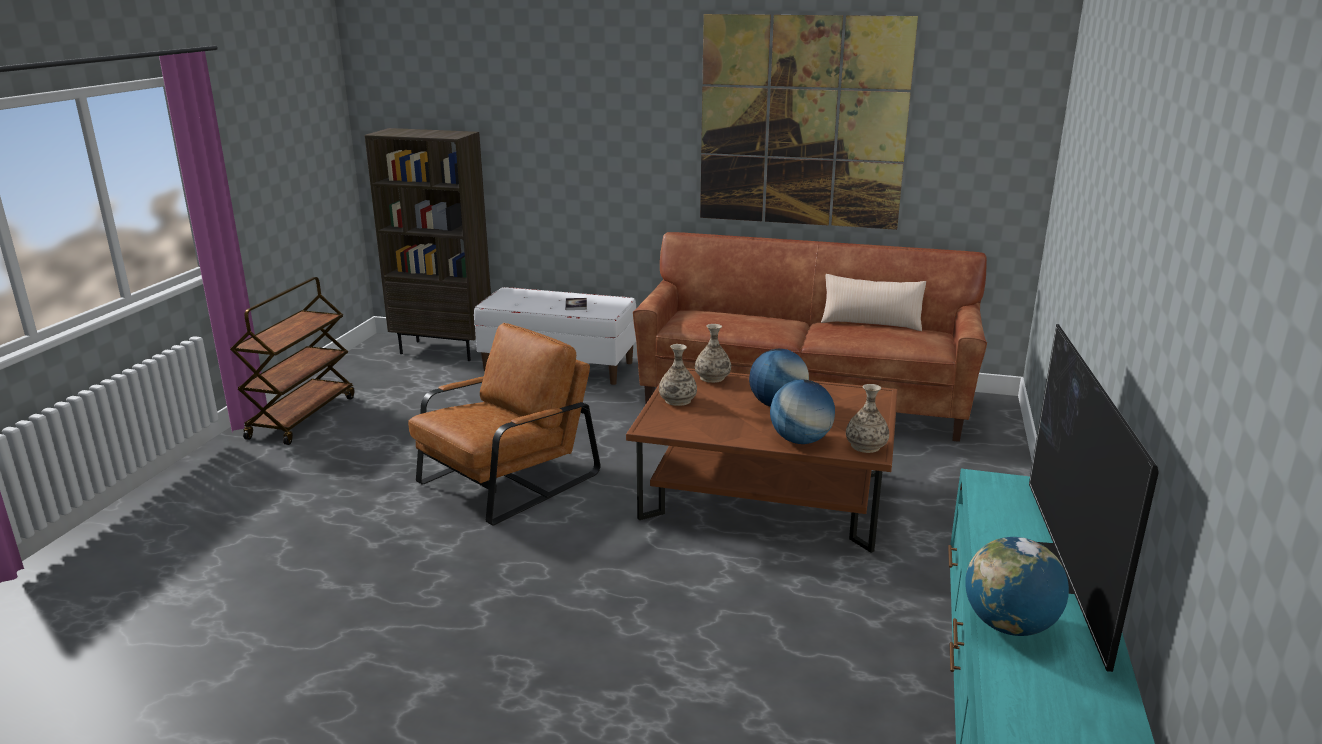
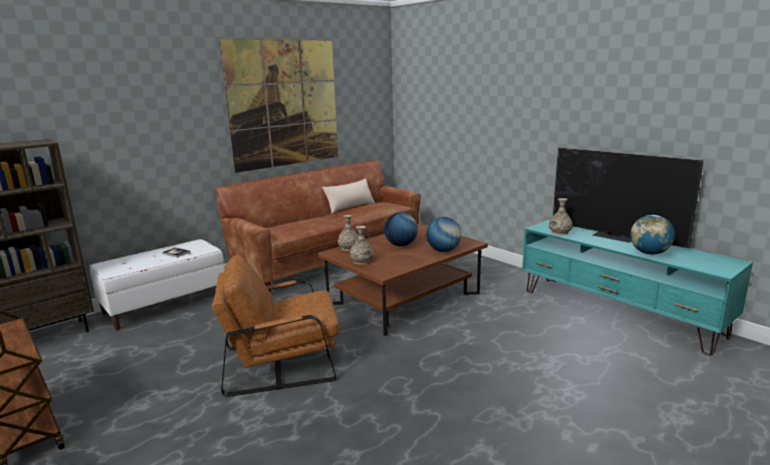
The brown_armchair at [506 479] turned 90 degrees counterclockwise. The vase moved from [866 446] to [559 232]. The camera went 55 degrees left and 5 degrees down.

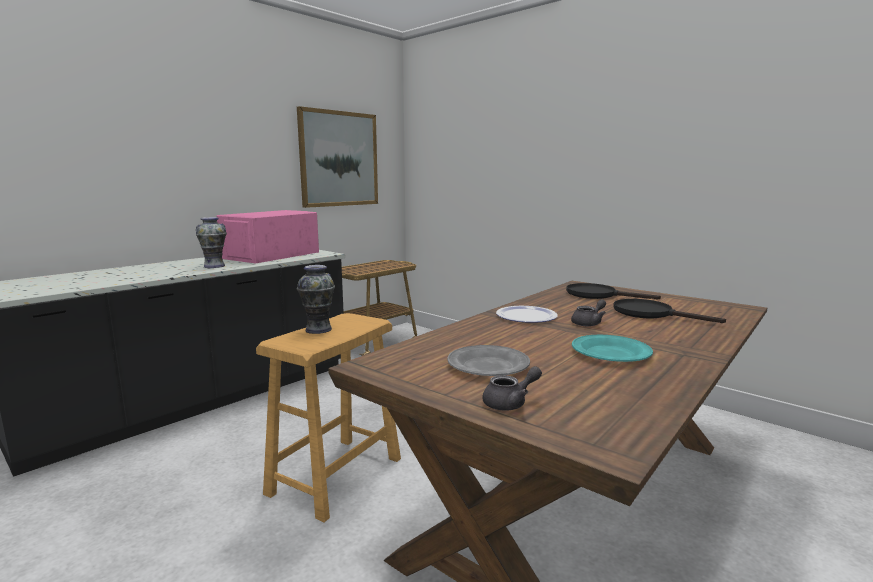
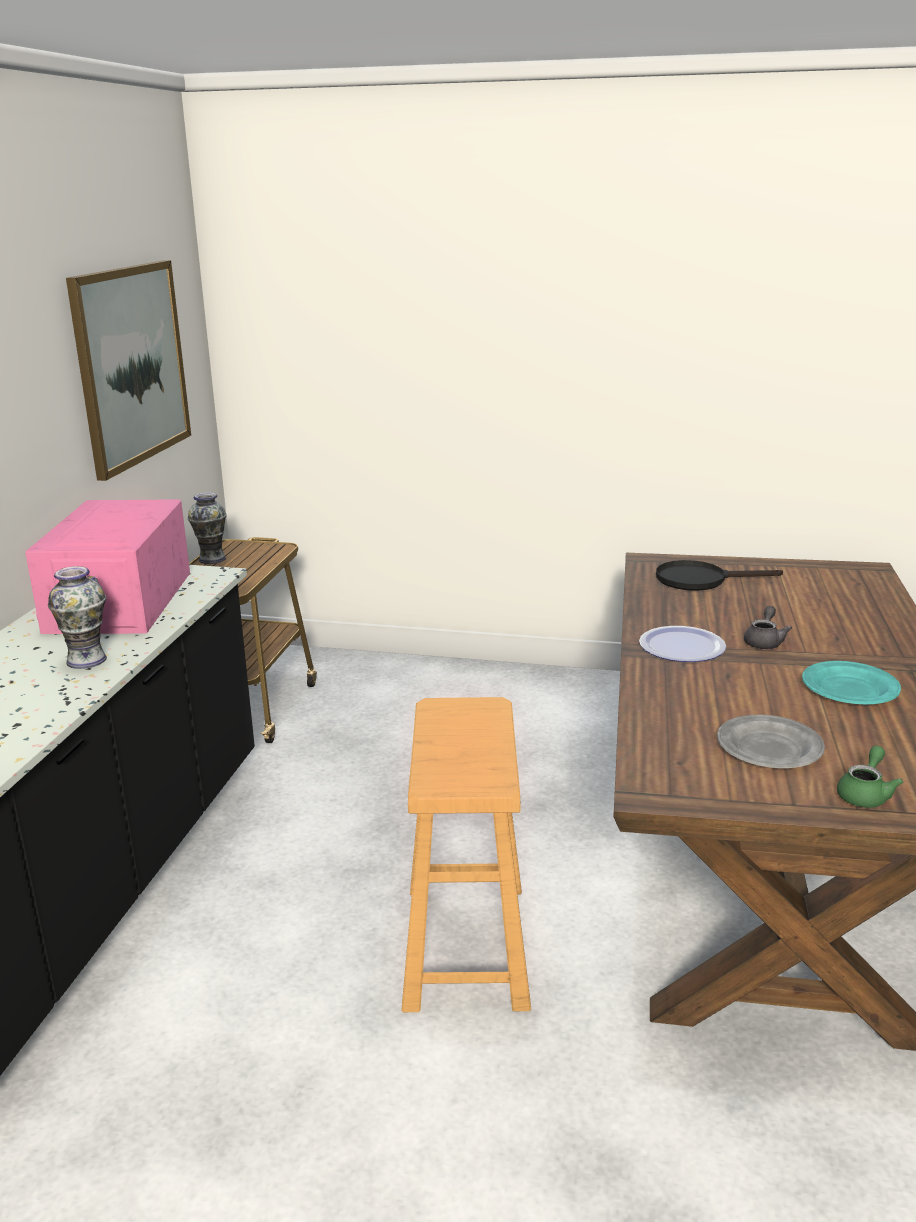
The vase moved from [318 329] to [212 559]. The grey_teapot at [510 403] became the green_teapot at [865 794]. The black_frying_pan at [651 313] disappeared. The camera went 30 degrees left and 10 degrees up.

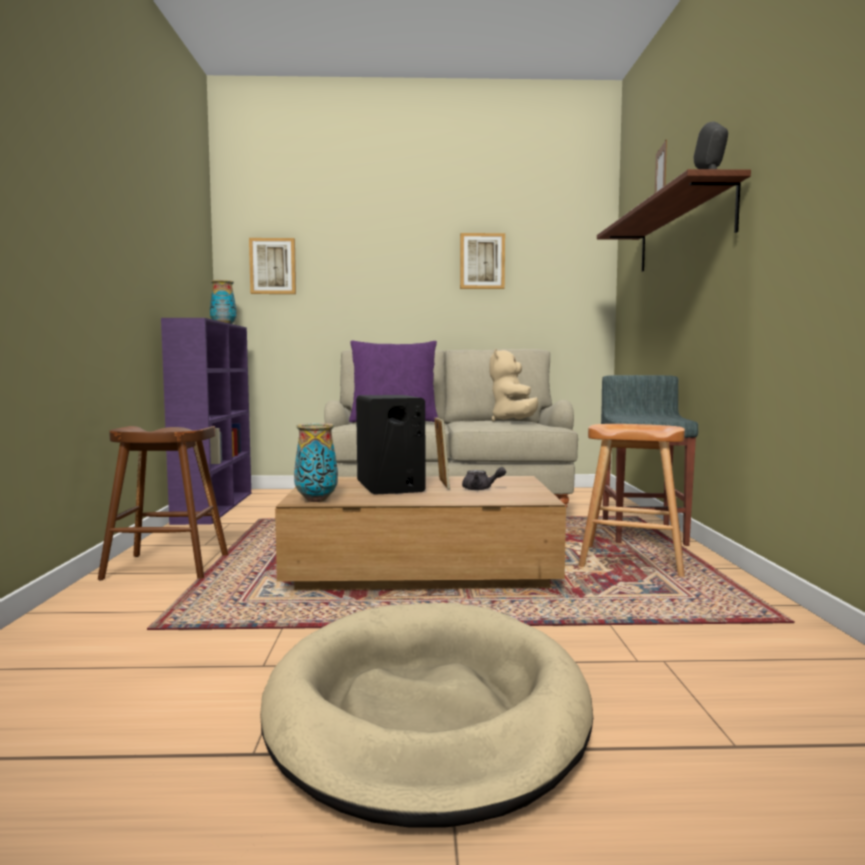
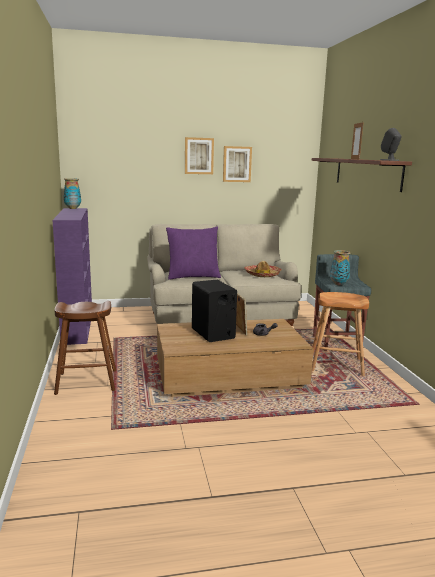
The picture moved from [273 266] to [199 156]. The beige_plush_toy at [514 421] was replaced by the hat at [262 275]. The vase moved from [316 500] to [338 284]. The beige_dog_bed at [427 712] disappeared. The camera went 10 degrees left and 10 degrees up.

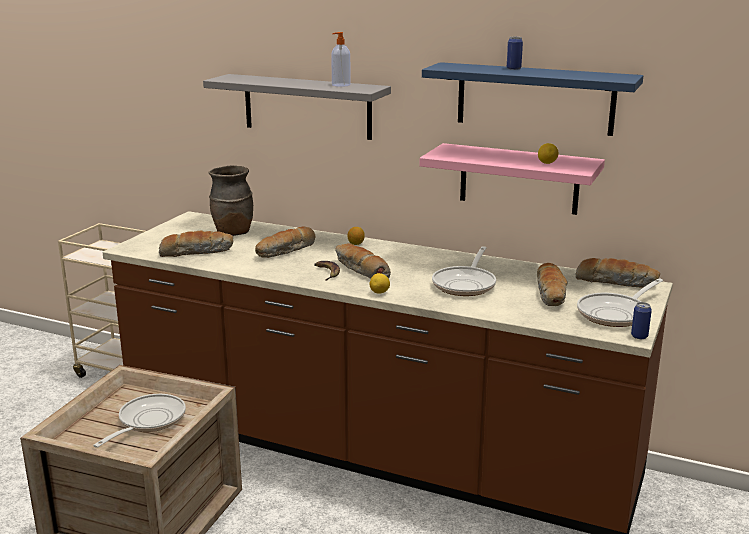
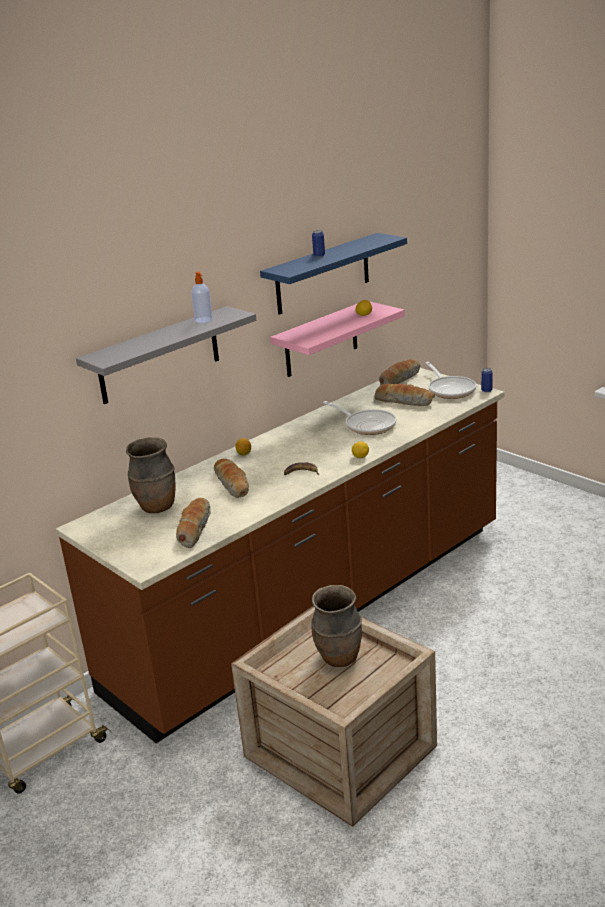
The frying_pan at [148 421] was replaced by the brown_vase at [339 658]. The bread at [360 270] disappeared. The camera went 65 degrees left and 5 degrees up.

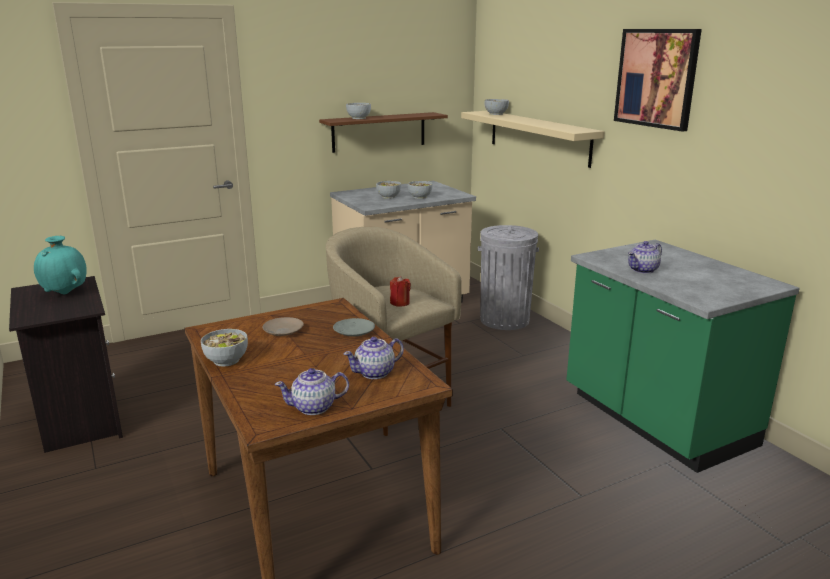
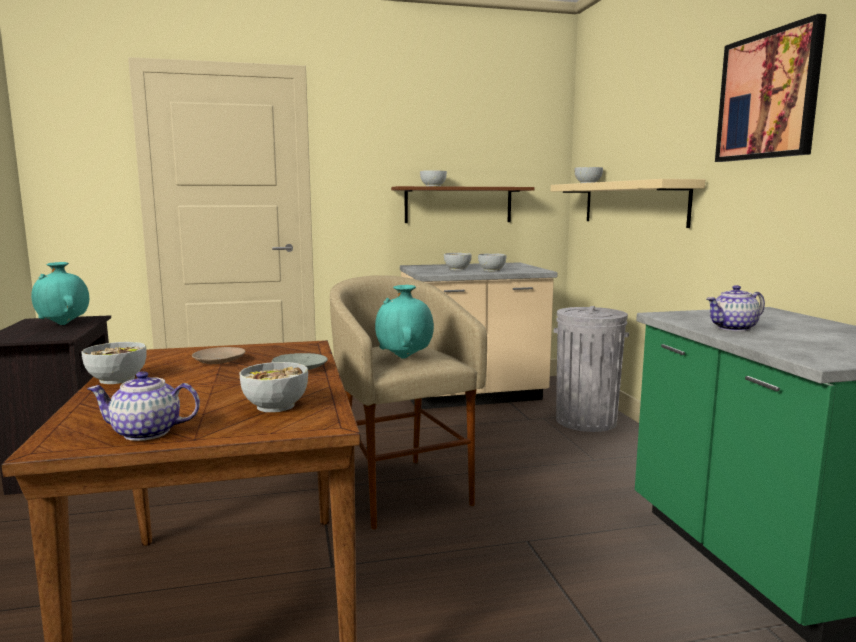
The teapot at [375 373] was replaced by the bowl at [275 406]. The red_candle at [399 303] was replaced by the turquoise_vase at [404 358]. The camera went 15 degrees right and 10 degrees down.

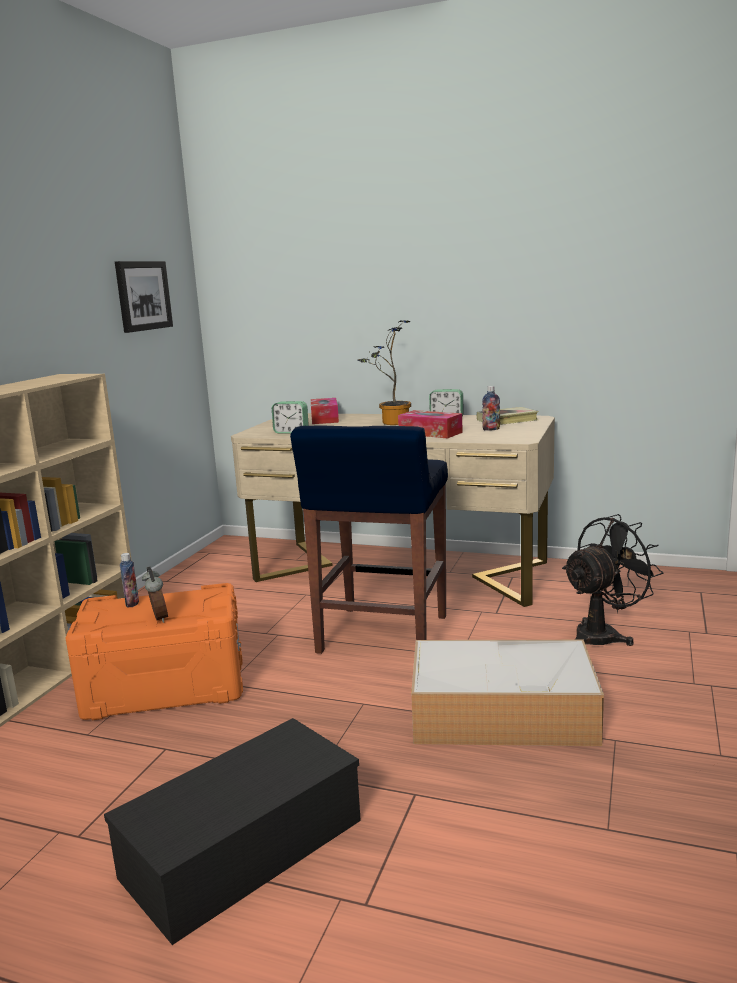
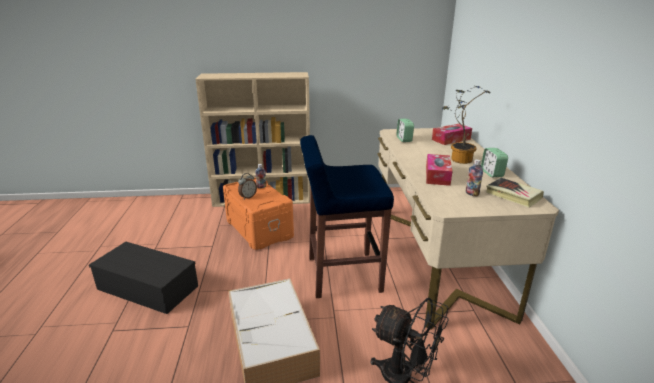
The picture at [143 295] disappeared. The camera went 65 degrees right and 10 degrees up.

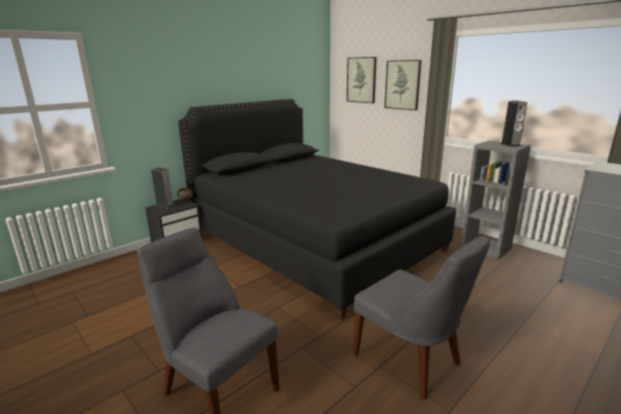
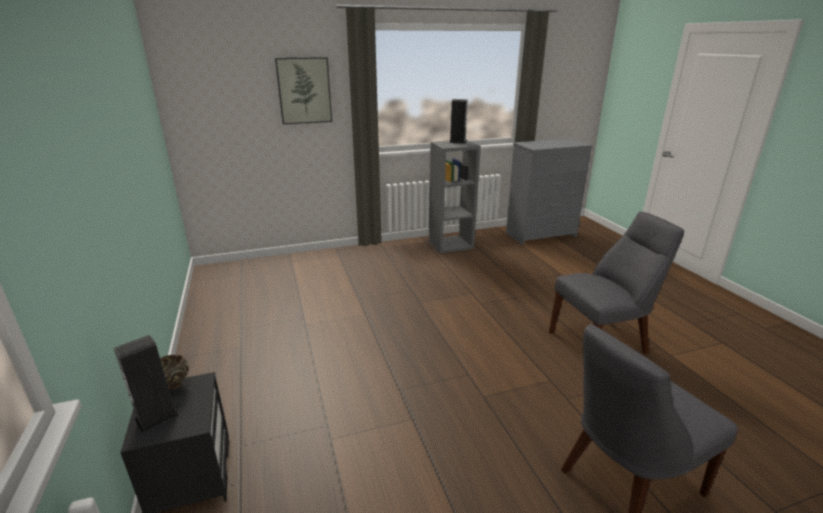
The black_bed at [313 241] disappeared. The picture at [361 80] disappeared. The camera went 65 degrees left and 5 degrees up.

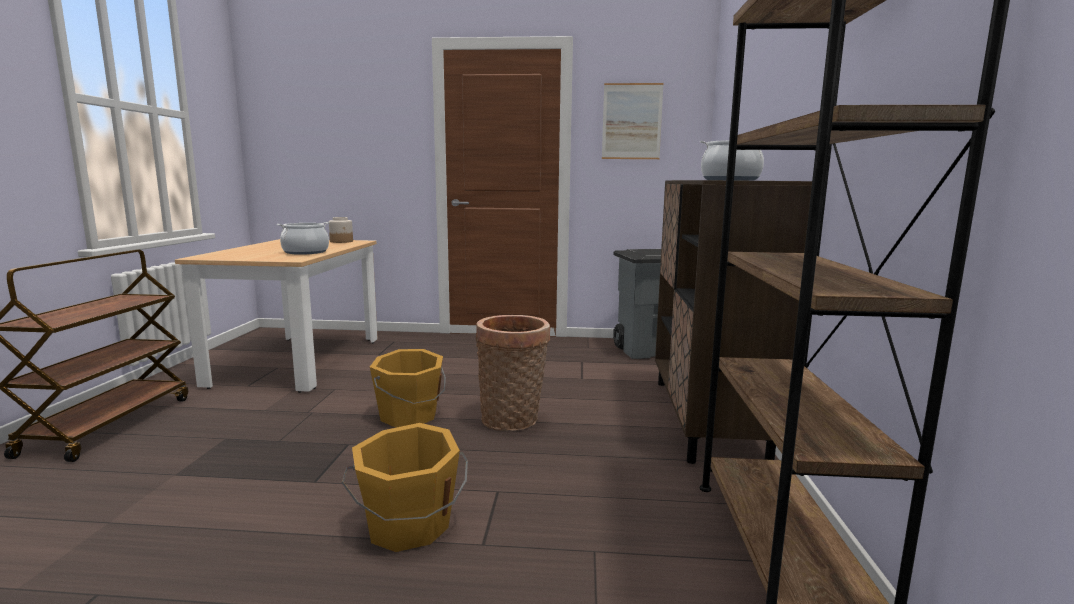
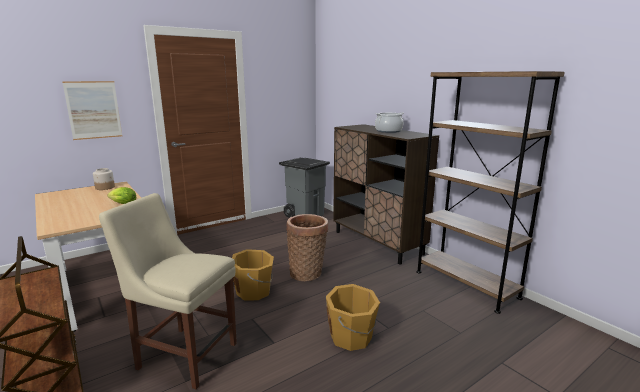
The picture moved from [632 121] to [93 110]. The beige_chair at [184 354] appeared. The cooking_pot at [306 252] was replaced by the lettuce at [122 204]. The camera went 40 degrees left and 5 degrees up.

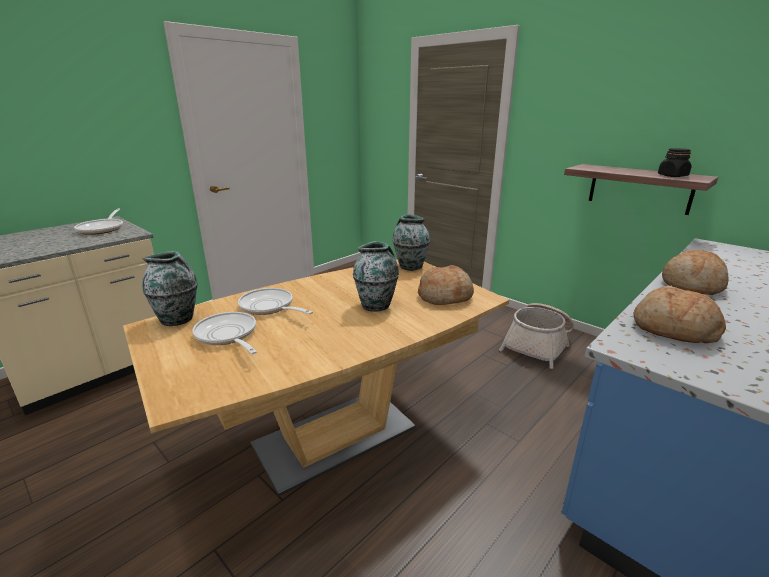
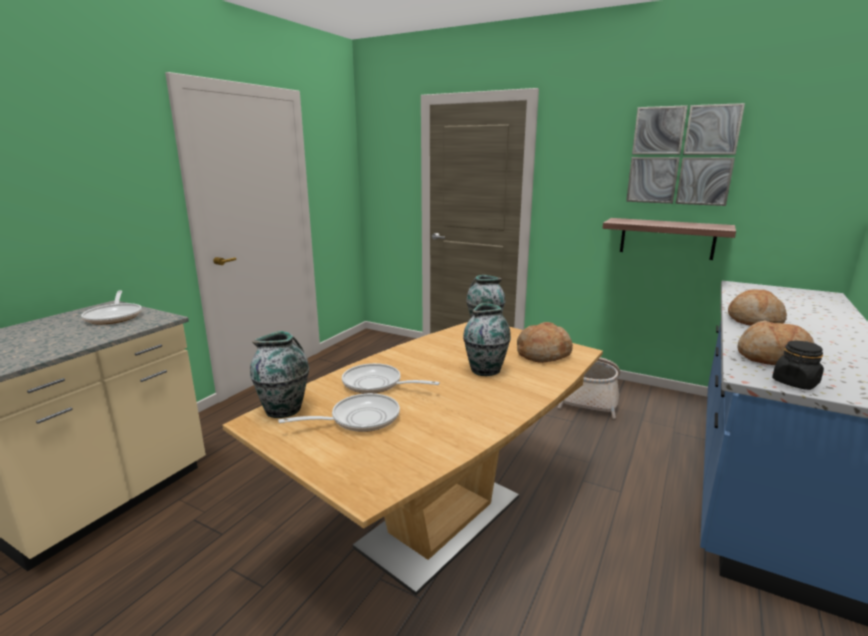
The frying_pan at [228 336] turned 120 degrees clockwise. The picture at [681 155] appeared. The black_jar moved from [672 176] to [795 383]. The camera went 15 degrees left and 5 degrees down.

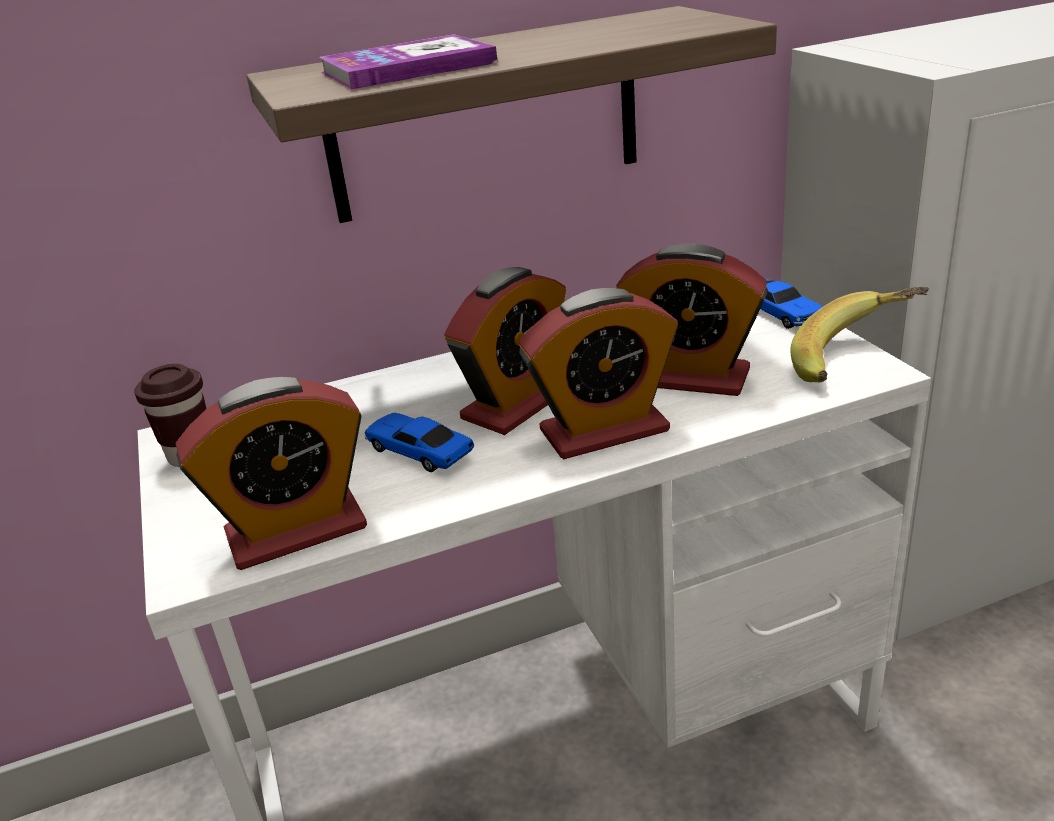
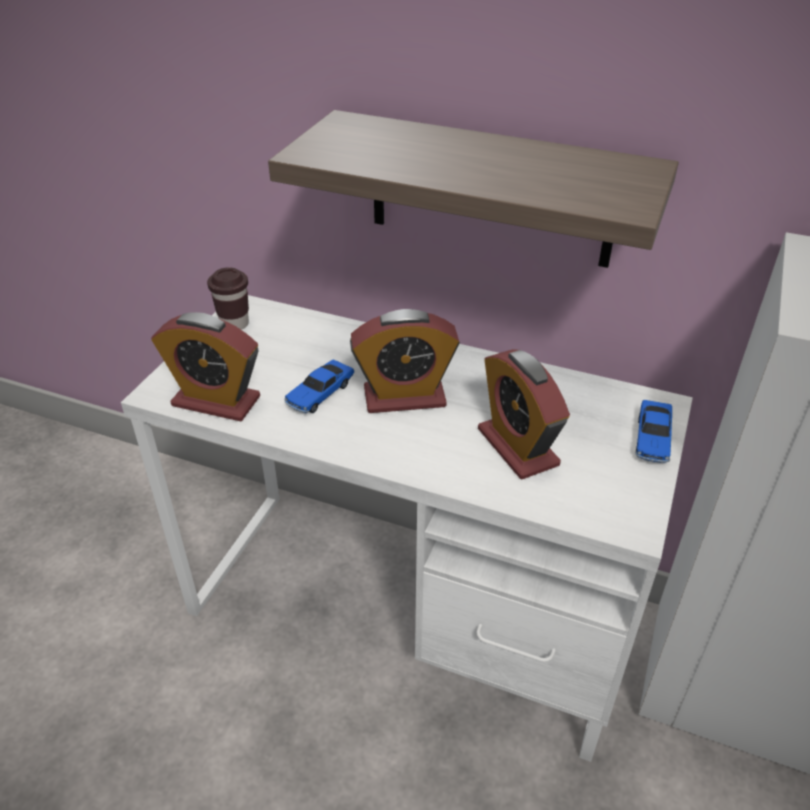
The toy_car at [419 452] turned 135 degrees counterclockwise. The book at [407 68] disappeared. The alarm_clock at [604 431] disappeared. The banana at [855 362] disappeared. The camera went 40 degrees right and 10 degrees up.

